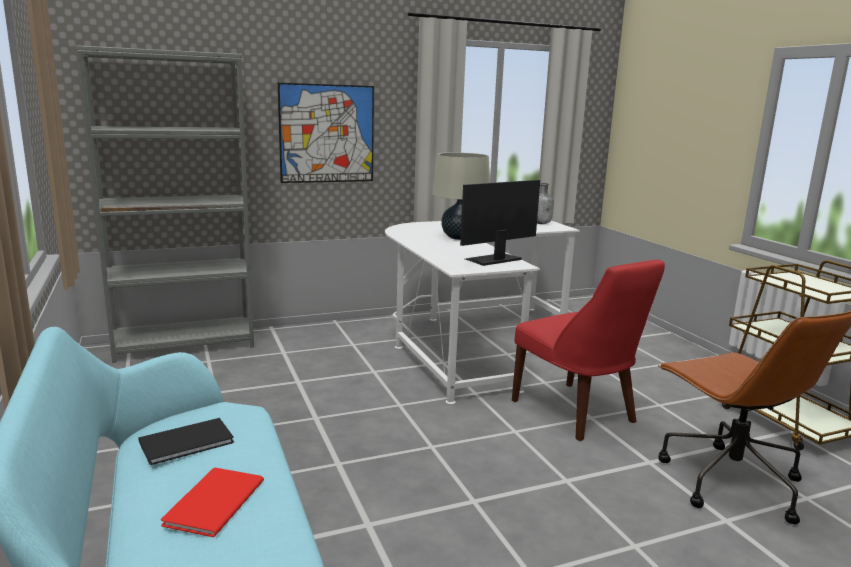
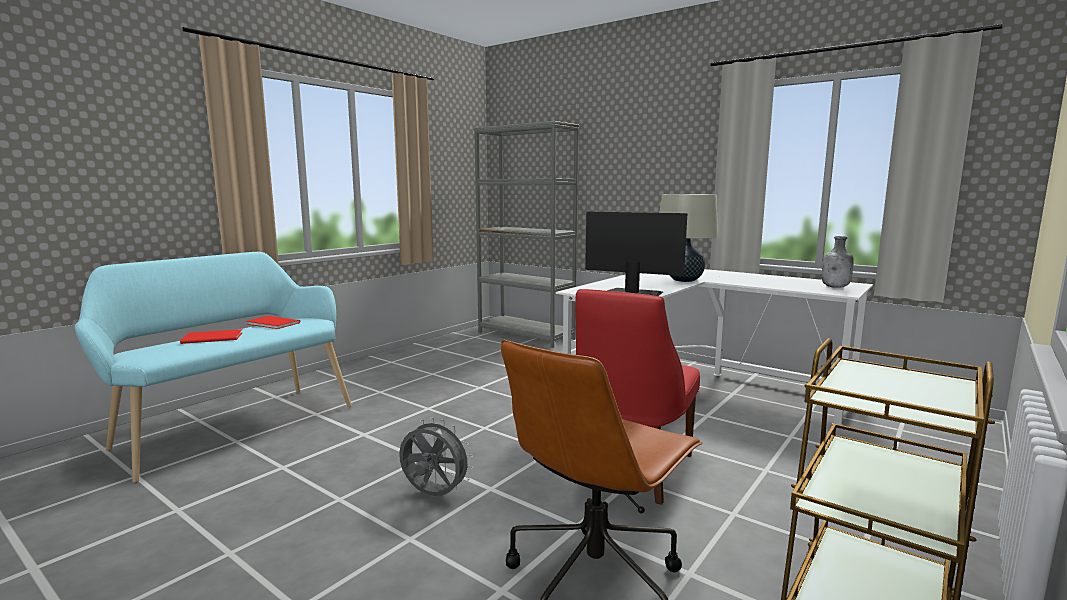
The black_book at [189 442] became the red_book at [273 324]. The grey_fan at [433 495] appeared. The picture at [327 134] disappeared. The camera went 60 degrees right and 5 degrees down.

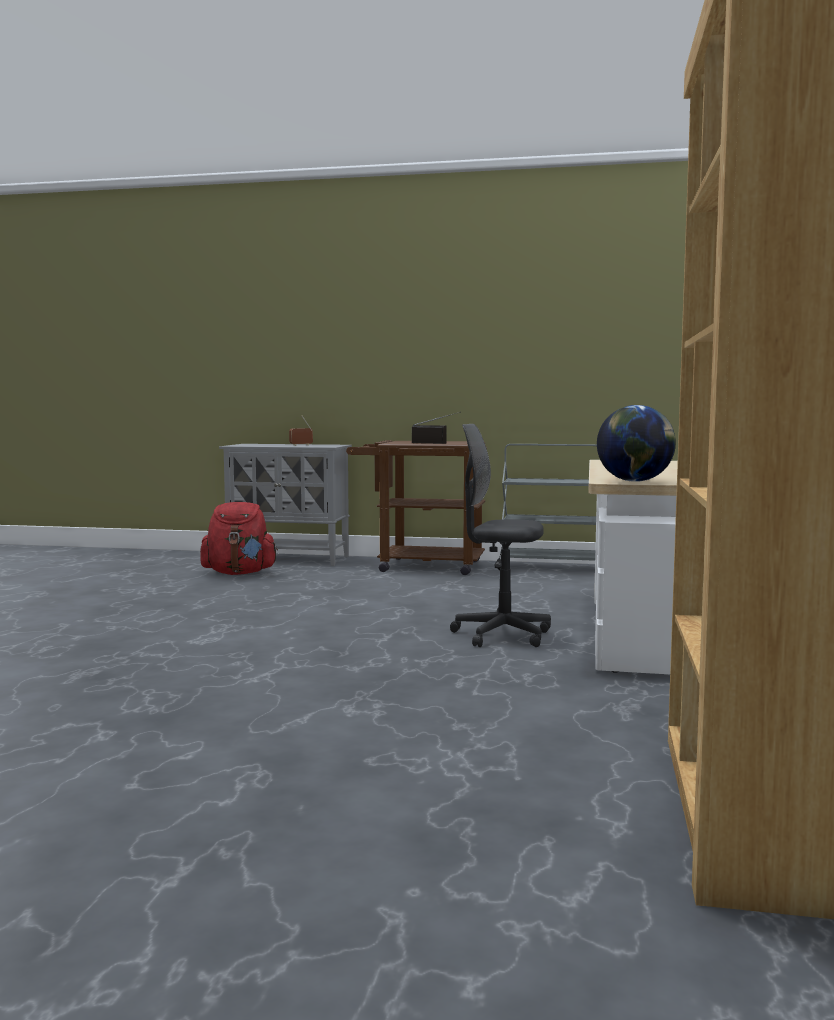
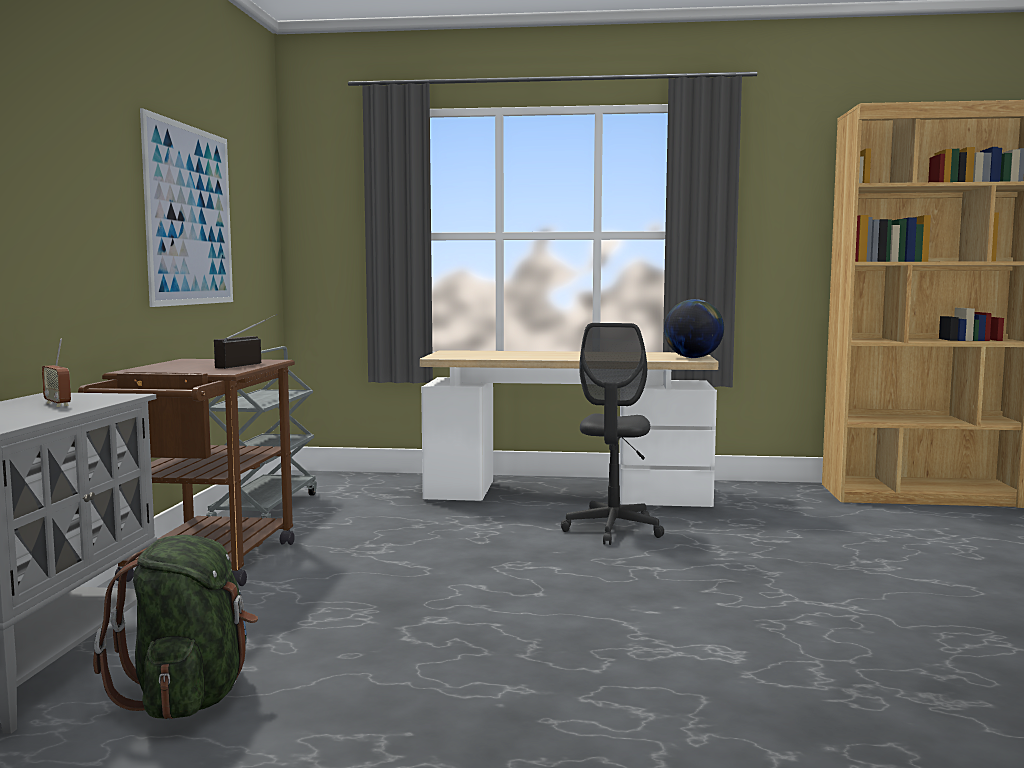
The red_backpack at [239 573] became the green_backpack at [189 697]. The picture at [190 215] appeared. The camera went 95 degrees left and 0 degrees up.

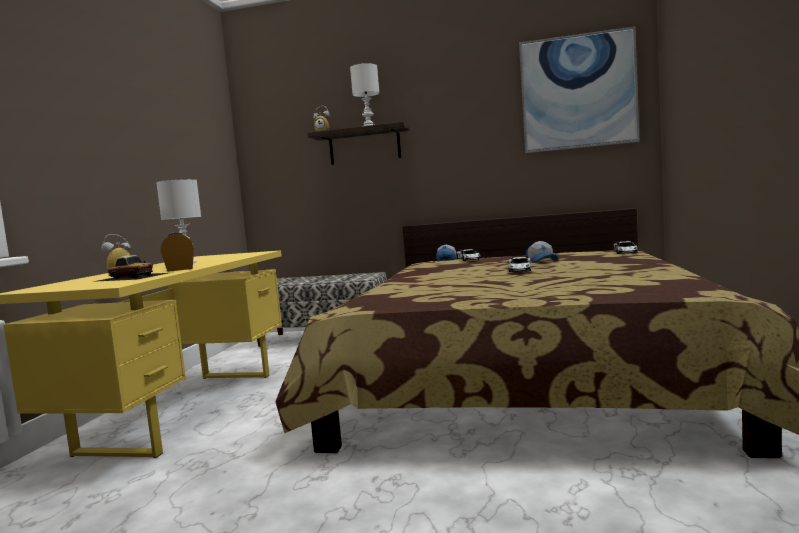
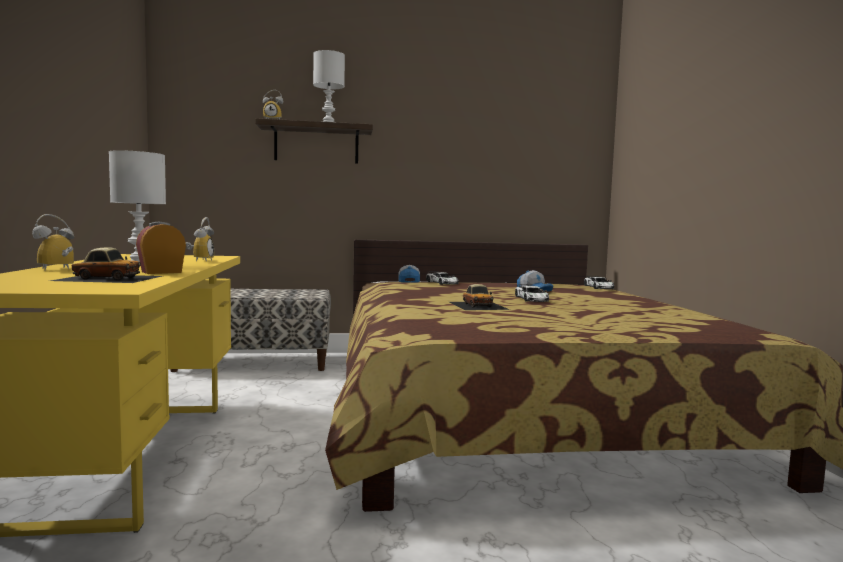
The alarm_clock at [200 260] appeared. The toy_car at [478 305] appeared. The picture at [578 92] disappeared. The camera went 20 degrees left and 0 degrees up.

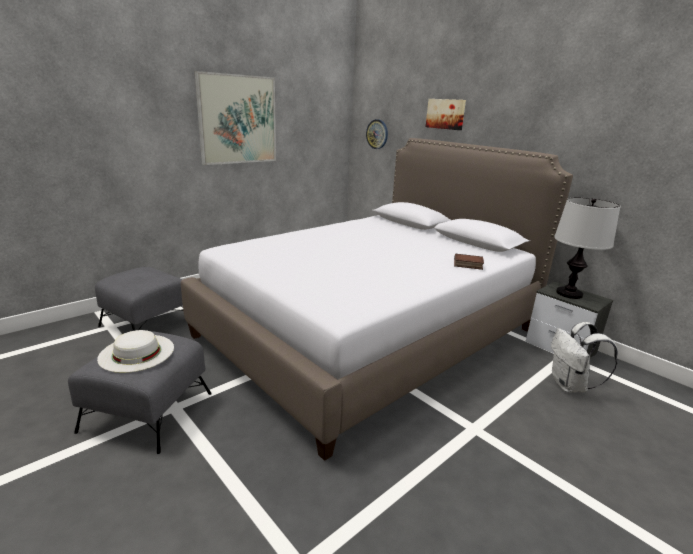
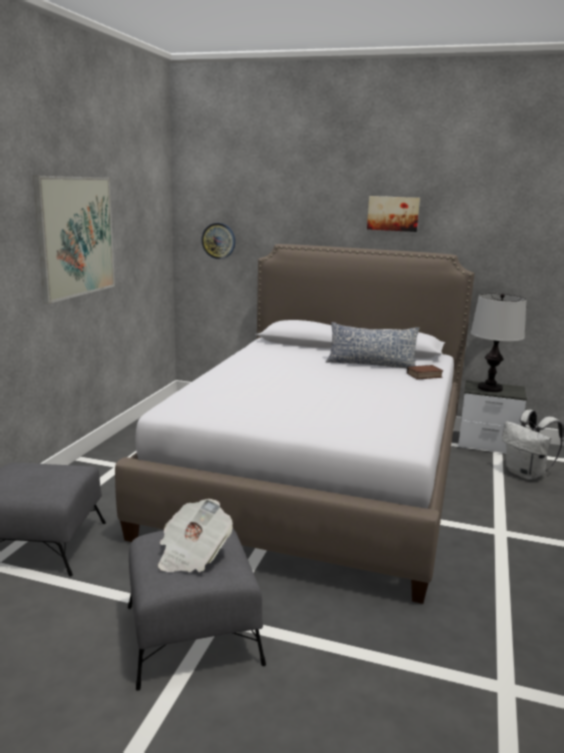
The white_hat at [136 352] was replaced by the newspaper at [192 554]. The pillow at [371 364] appeared. The picture moved from [446 114] to [393 213]. The camera went 30 degrees left and 5 degrees down.

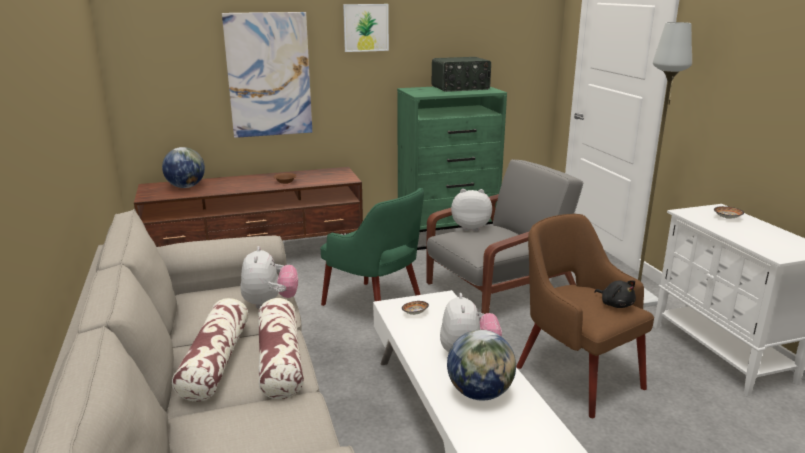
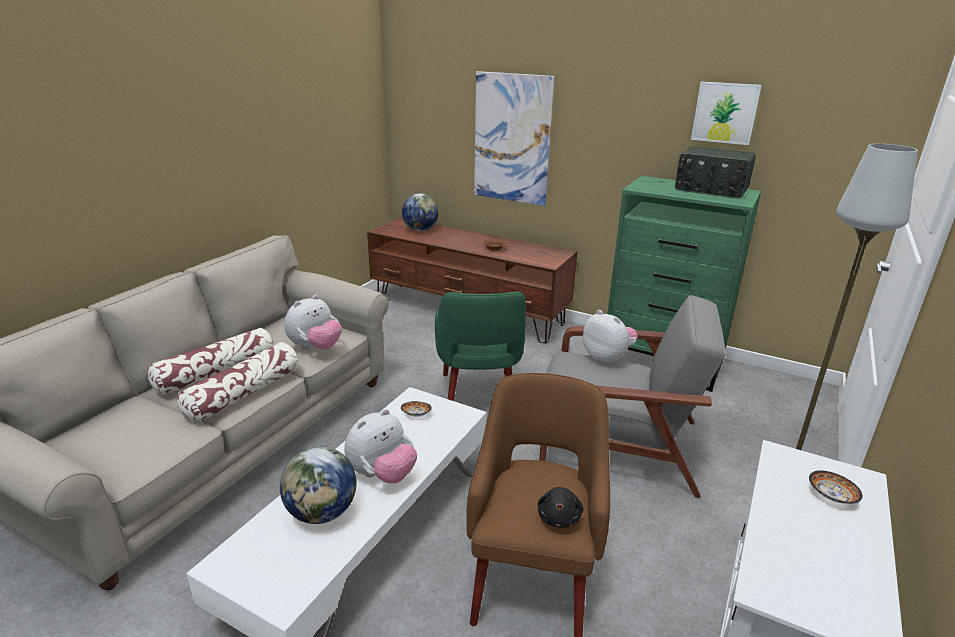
The picture moved from [366 27] to [725 113]. The camera went 45 degrees right and 5 degrees up.

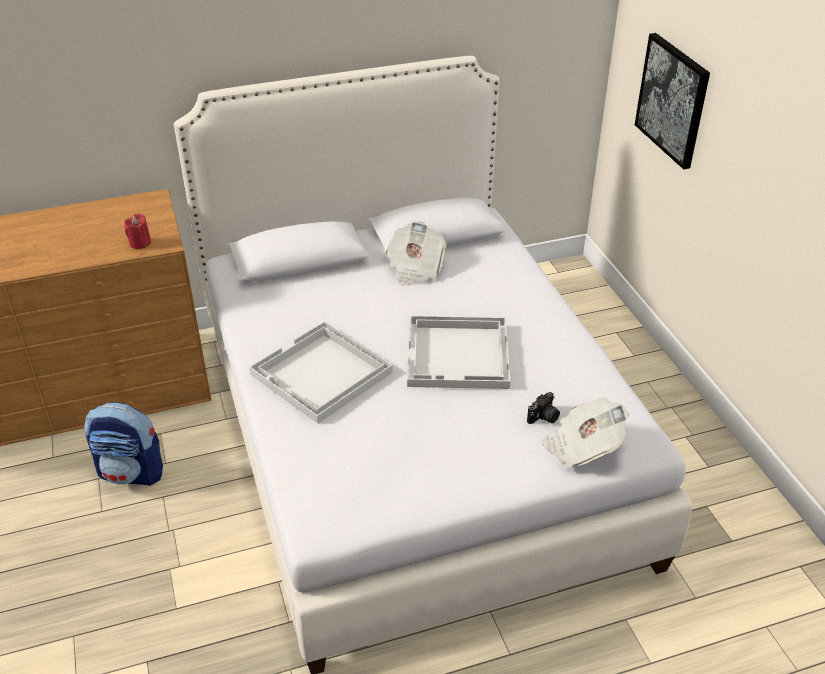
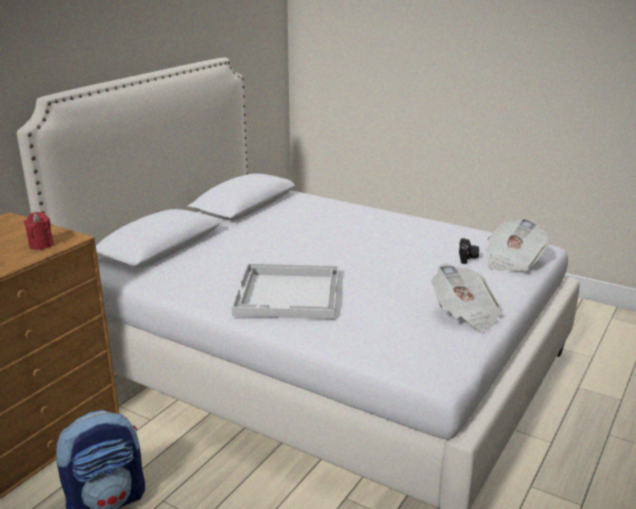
The newspaper moved from [415 268] to [465 314]. The white_tray at [459 355] disappeared. The picture at [672 100] disappeared. The camera went 40 degrees left and 15 degrees down.

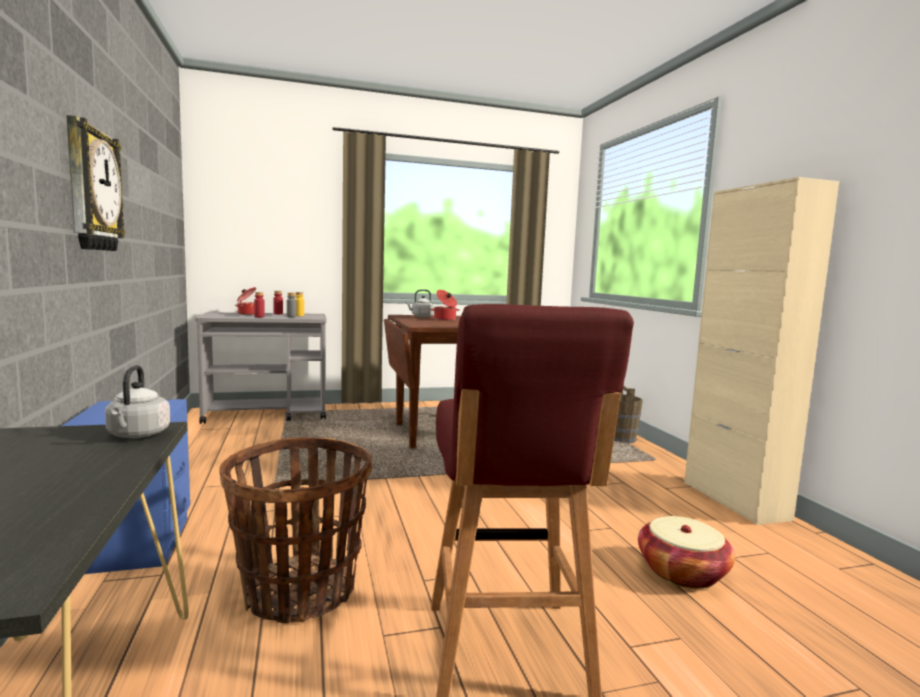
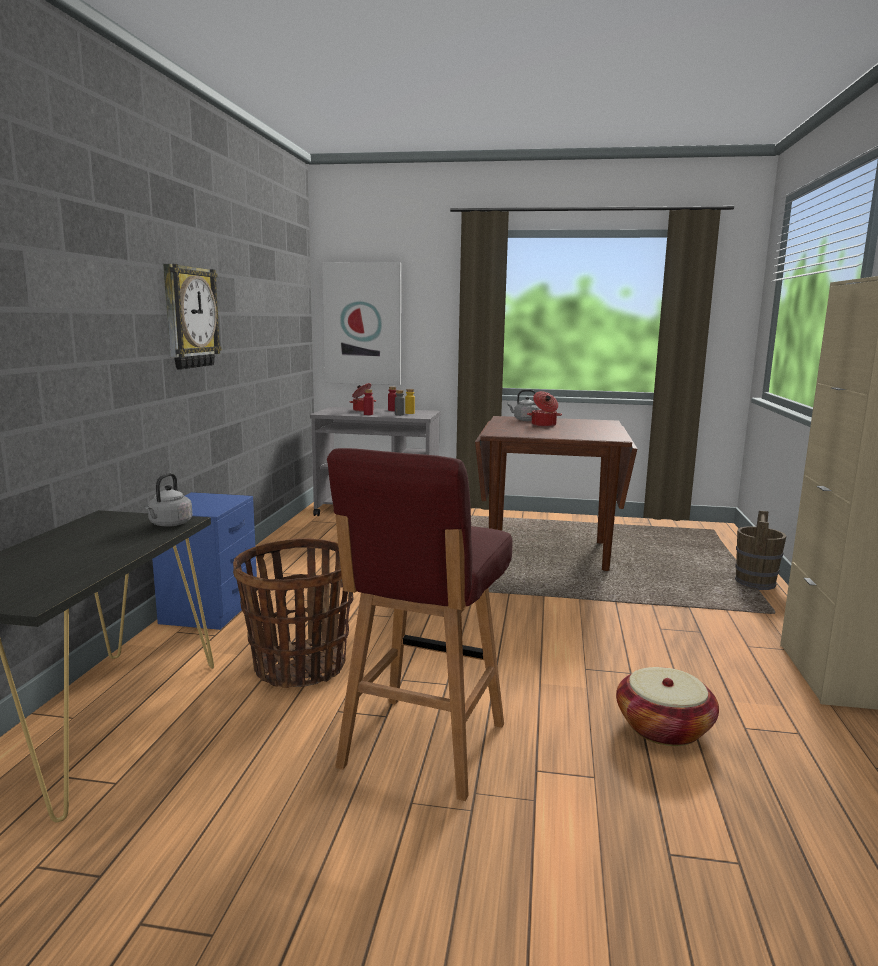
The picture at [362 324] appeared. The camera went 25 degrees right and 5 degrees up.

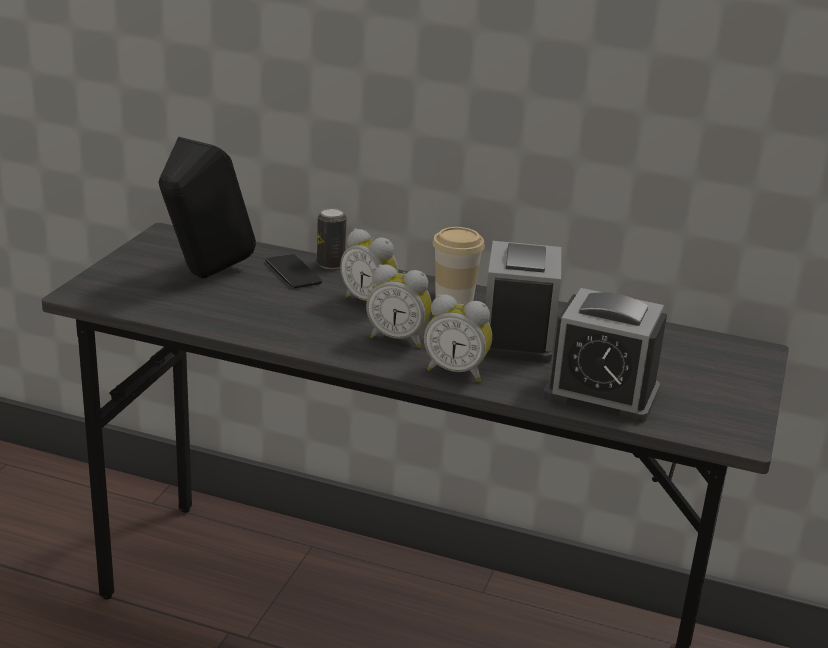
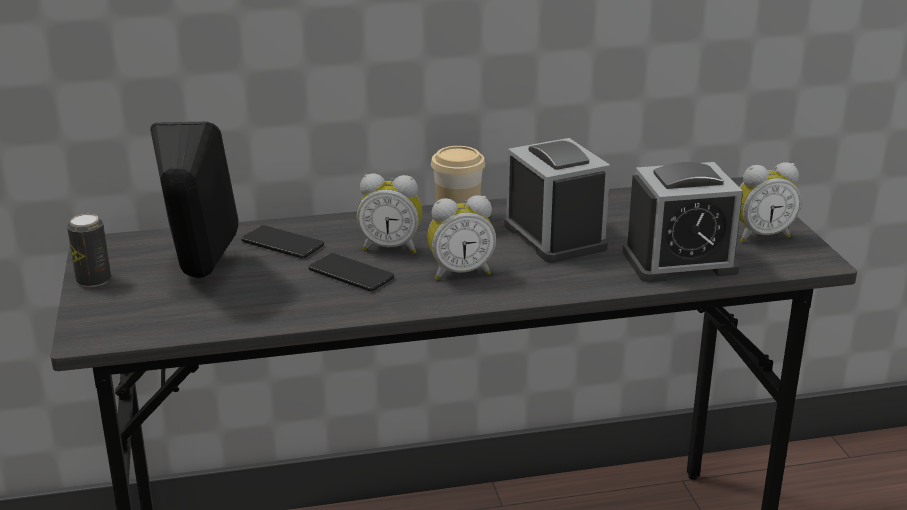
The can moved from [331 264] to [94 280]. The phone at [351 273] appeared. The alarm_clock moved from [456 371] to [761 235]. The camera went 30 degrees left and 0 degrees up.

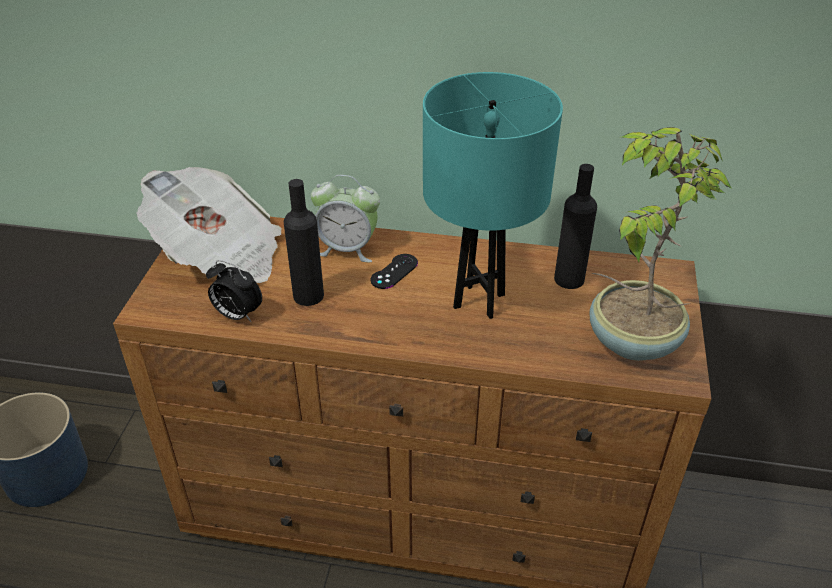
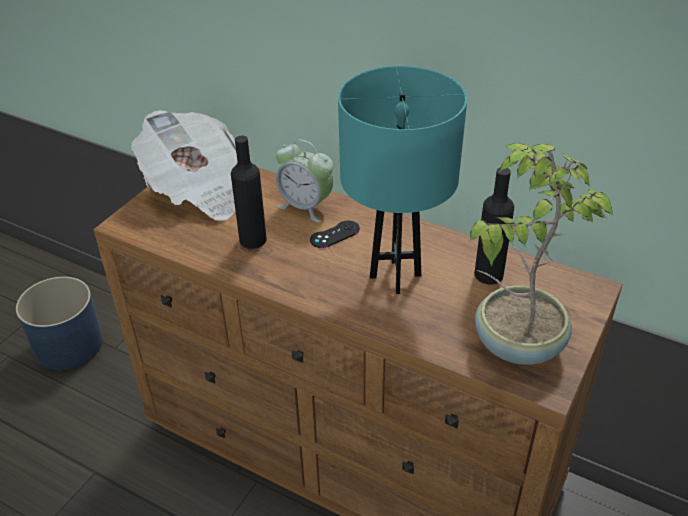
The alarm_clock at [237 315] disappeared. The camera went 20 degrees right and 0 degrees up.

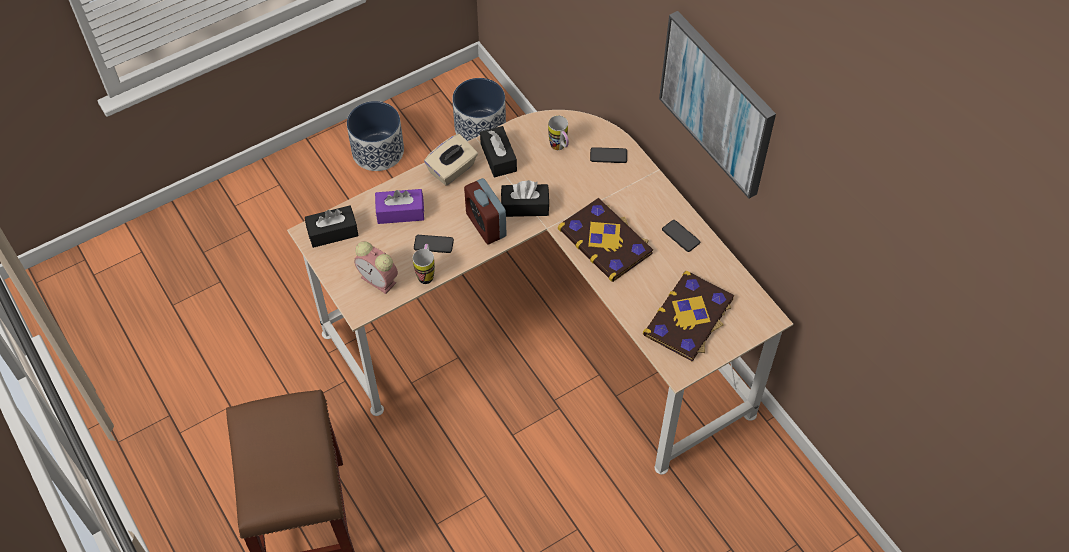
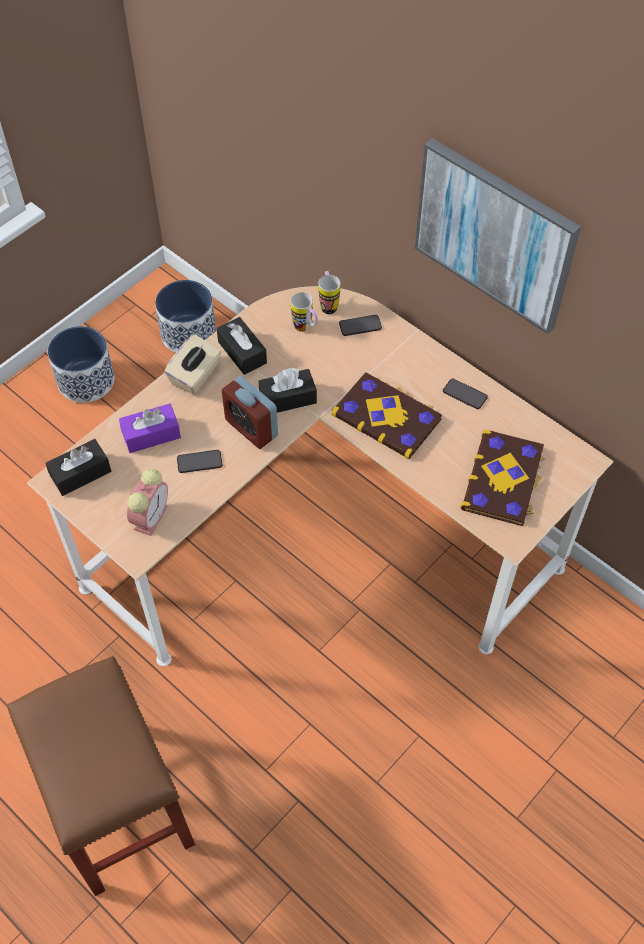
The alarm_clock at [380 280] turned 90 degrees counterclockwise. The mug moved from [426 273] to [328 304]. The camera went 15 degrees left and 0 degrees up.

